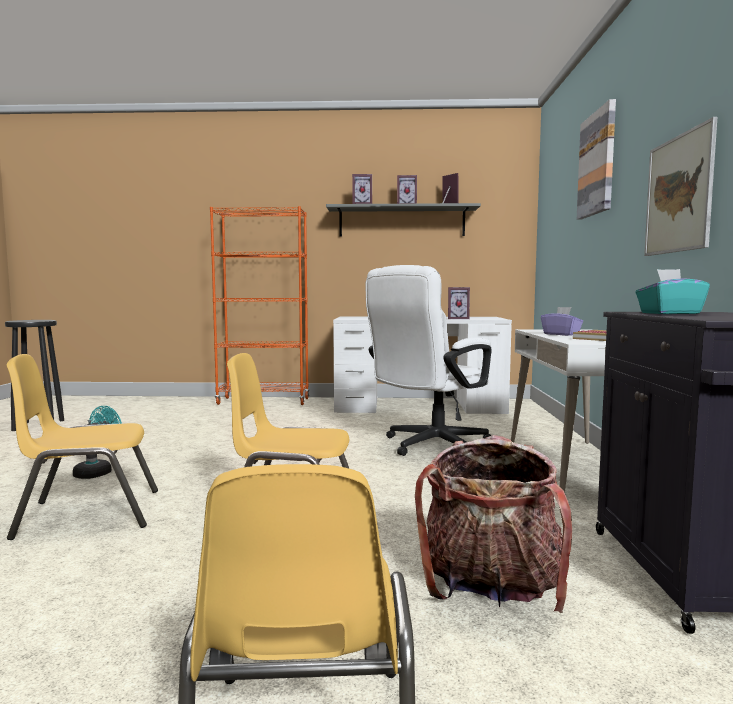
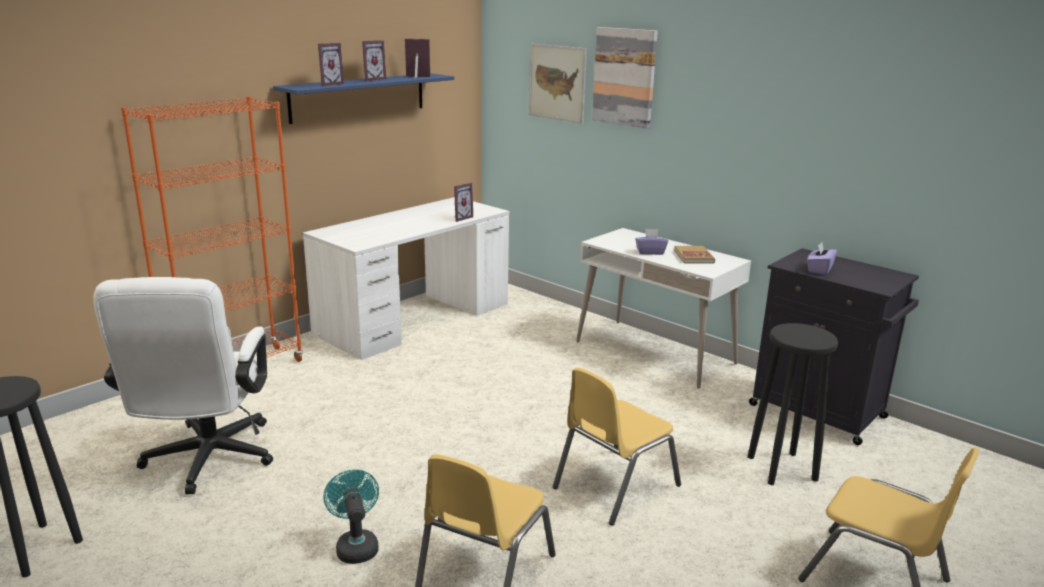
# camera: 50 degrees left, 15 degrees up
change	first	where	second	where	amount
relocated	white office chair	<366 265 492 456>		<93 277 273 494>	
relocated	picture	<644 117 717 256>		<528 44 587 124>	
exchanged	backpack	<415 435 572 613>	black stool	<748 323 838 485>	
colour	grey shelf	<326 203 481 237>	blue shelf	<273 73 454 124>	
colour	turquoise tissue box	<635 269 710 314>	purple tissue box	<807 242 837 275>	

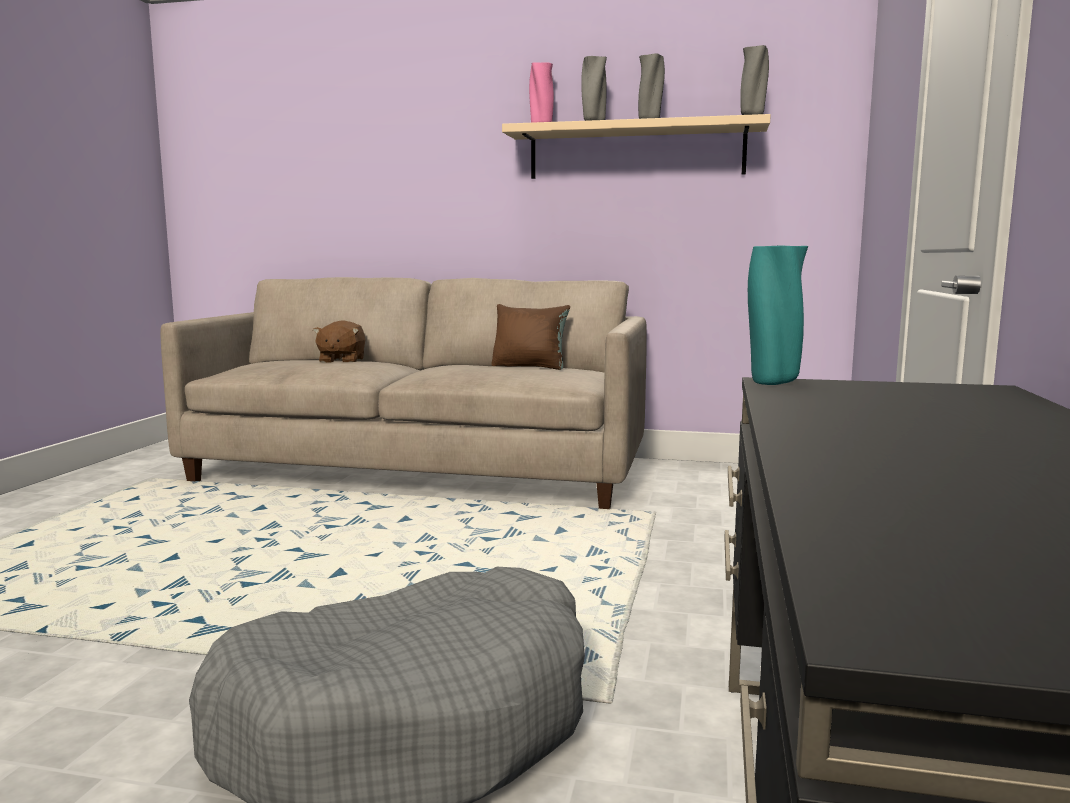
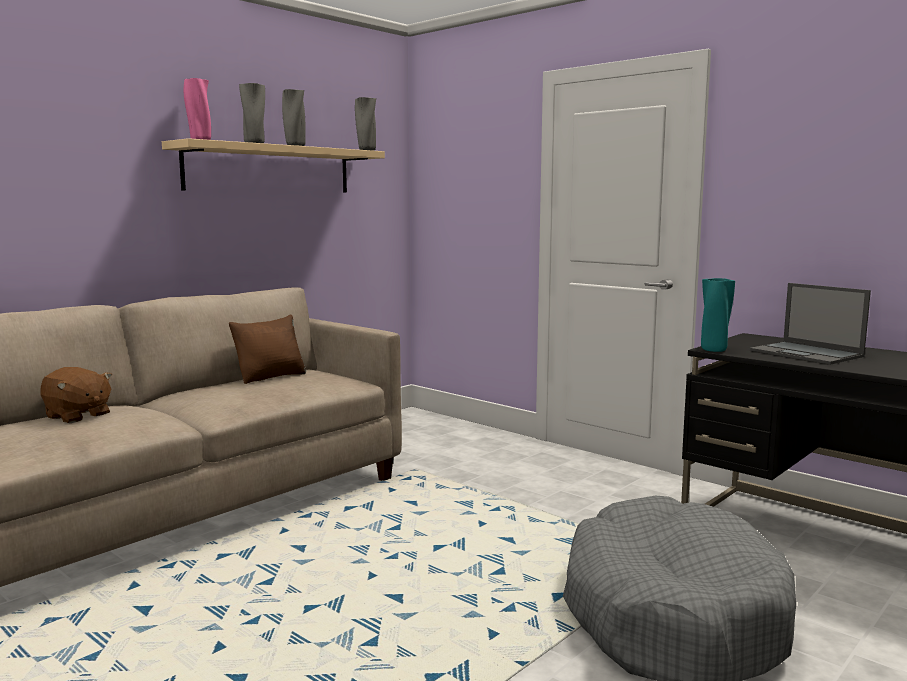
# camera: 60 degrees left, 0 degrees up
change	first	where	second	where	amount
appeared			laptop	<750 283 871 365>	

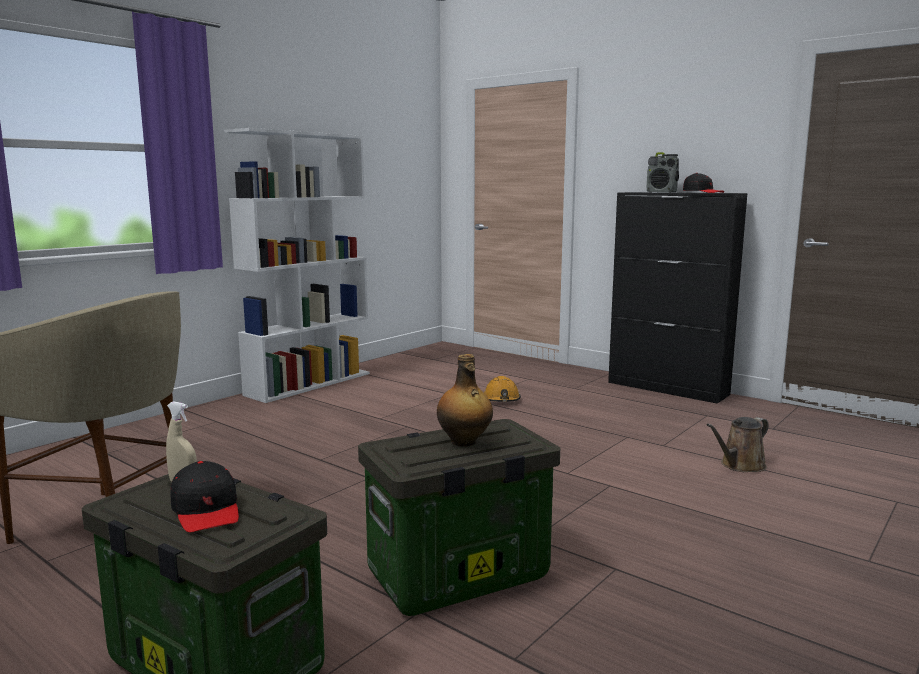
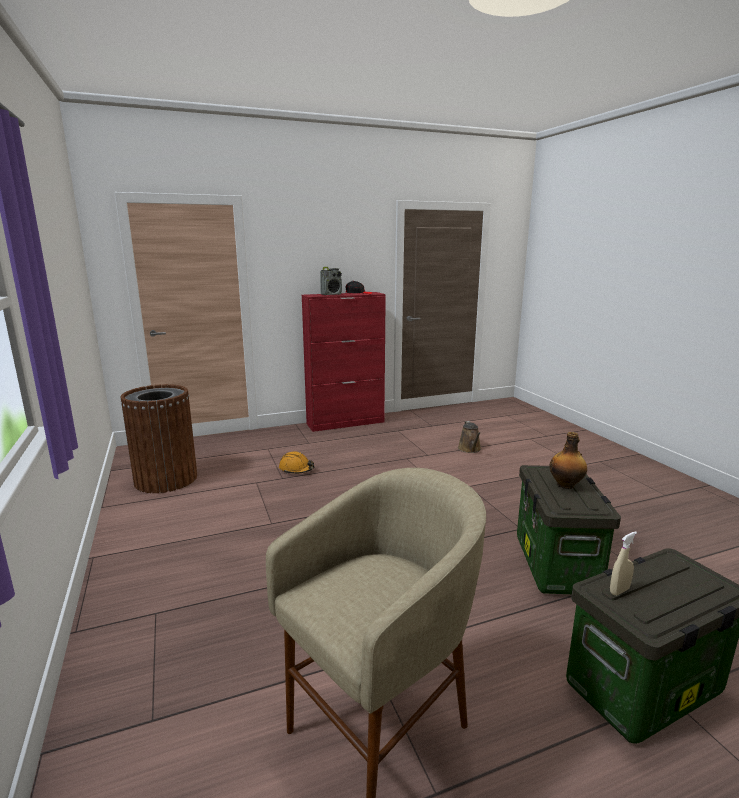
# camera: 60 degrees left, 5 degrees up
change	first	where	second	where	amount
missing	black cap	<170 461 239 532>			
missing	white bookcase	<224 128 370 403>			
appeared			brown trash can	<121 384 197 493>	
colour	black cabinet	<608 192 748 404>	red cabinet	<302 292 386 432>	

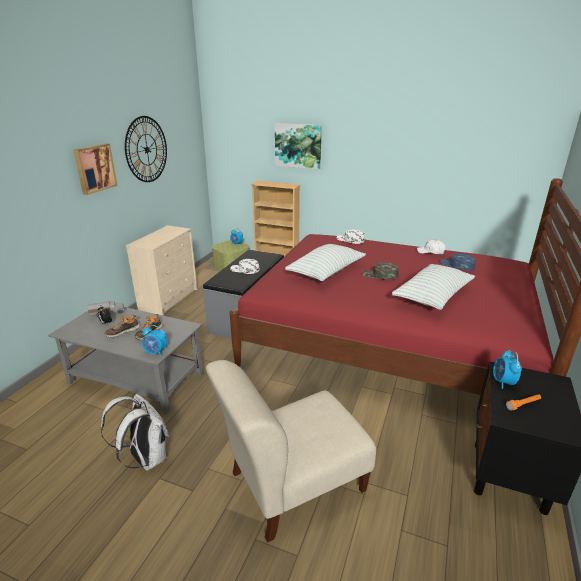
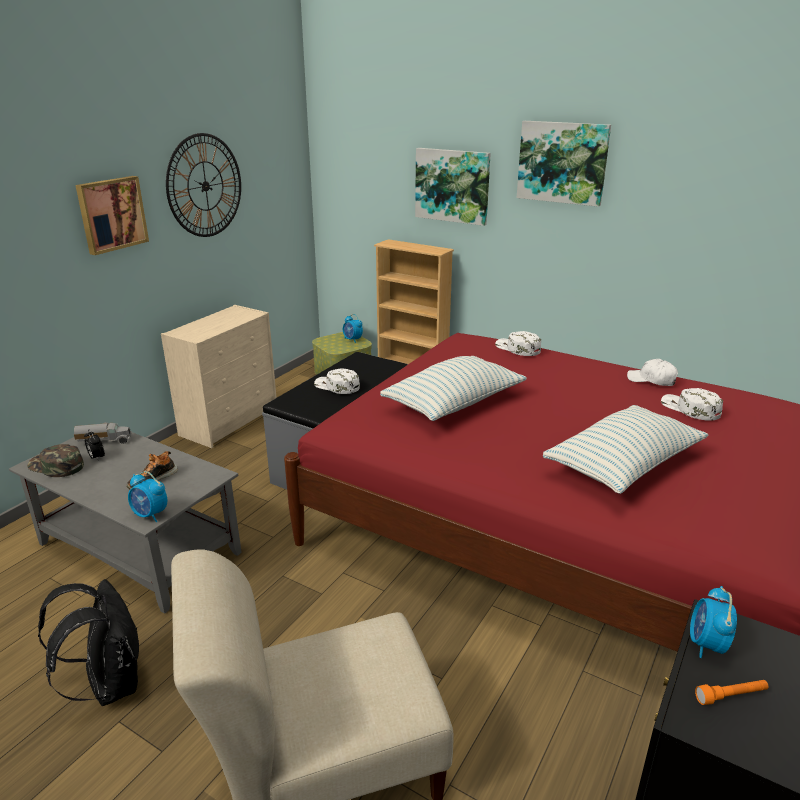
# camera: 10 degrees right, 0 degrees up
change	first	where	second	where	amount
missing	shoe	<104 315 140 337>			
appeared			picture	<517 121 611 207>	
relocated	green cap	<362 262 399 280>		<27 444 84 477>	
colour	white backpack	<101 394 169 471>	black backpack	<38 579 139 706>	
colour	blue cap	<440 253 475 270>	white cap	<661 388 723 421>	

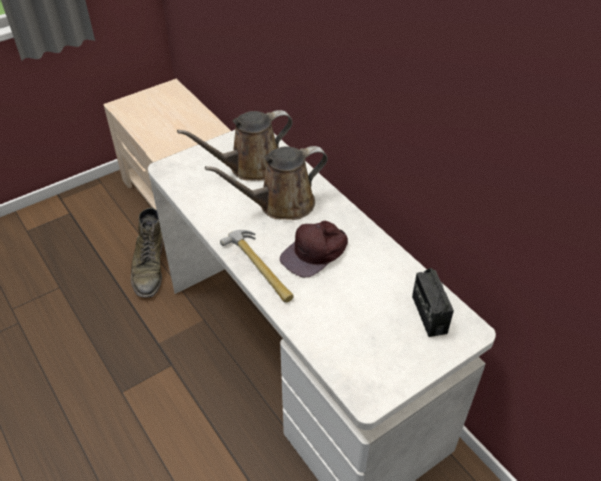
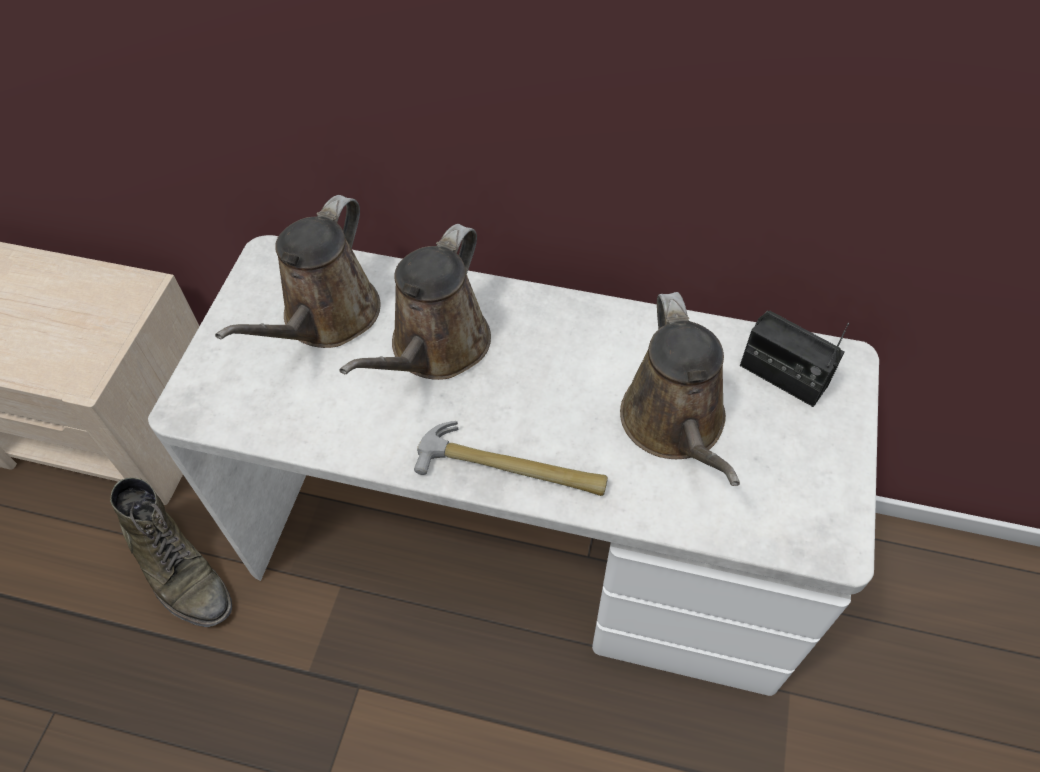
# camera: 40 degrees left, 10 degrees up
change	first	where	second	where	amount
missing	brown cap	<280 221 348 277>			
appeared			brown watering can	<620 292 740 486>	

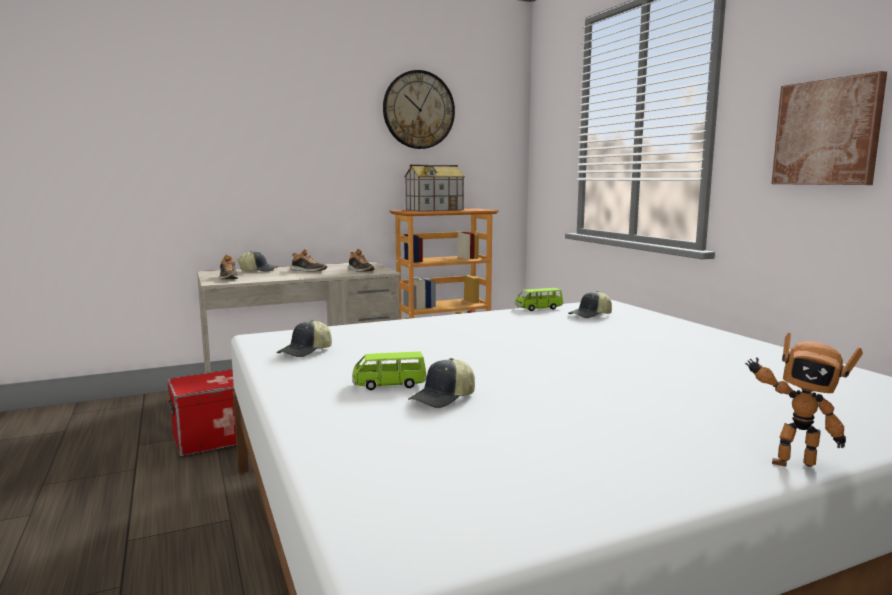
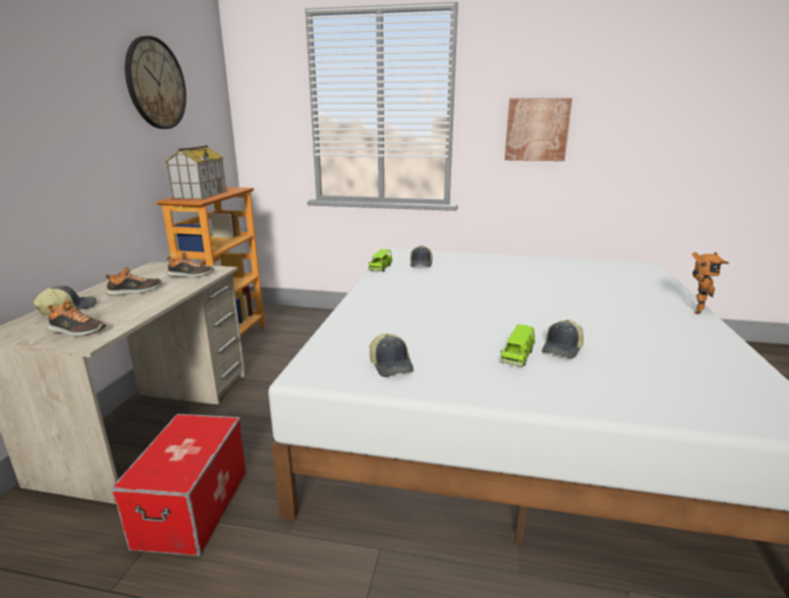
# camera: 55 degrees left, 10 degrees up
change	first	where	second	where	amount
spun	cap	<408 358 475 408>		<542 320 584 359>	45 degrees clockwise

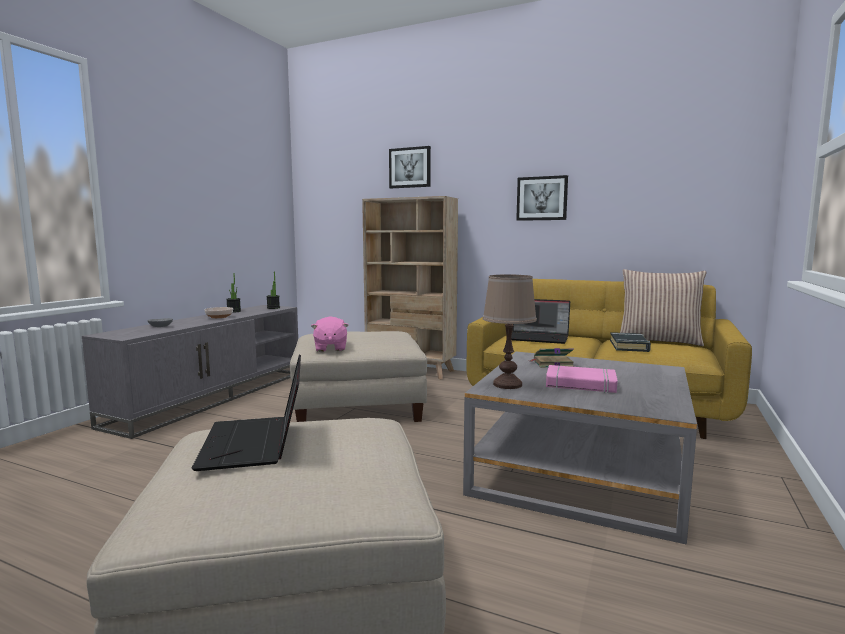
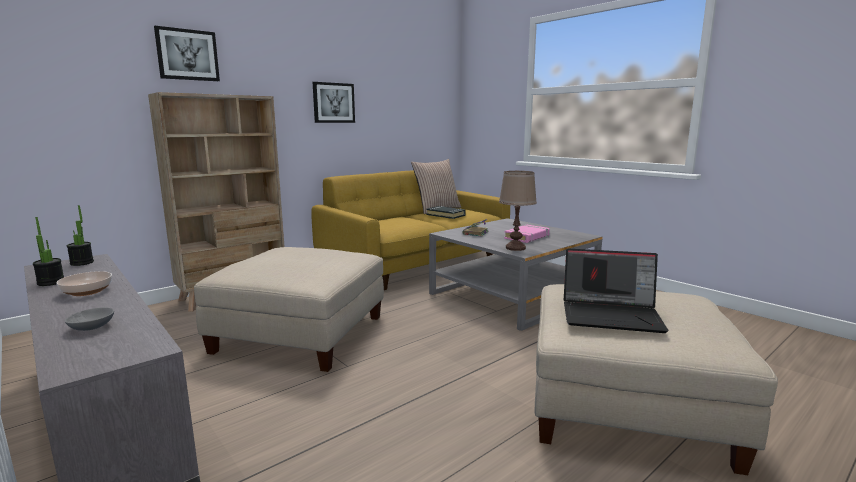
# camera: 65 degrees left, 5 degrees up
change	first	where	second	where	amount
missing	pink plush toy	<311 316 349 352>			
missing	laptop	<511 299 570 344>			

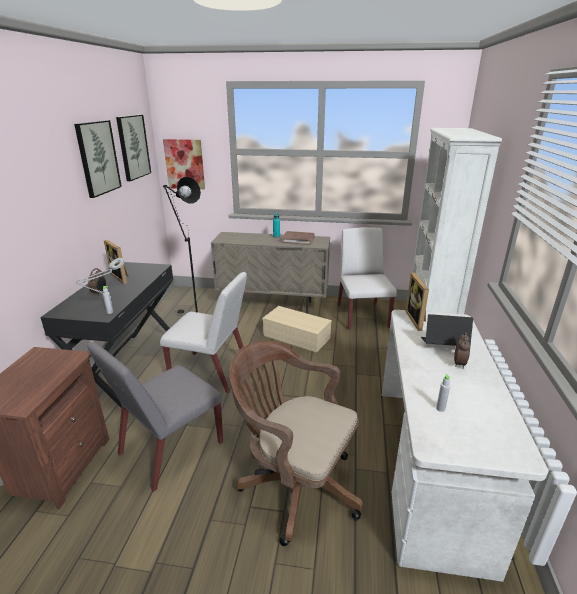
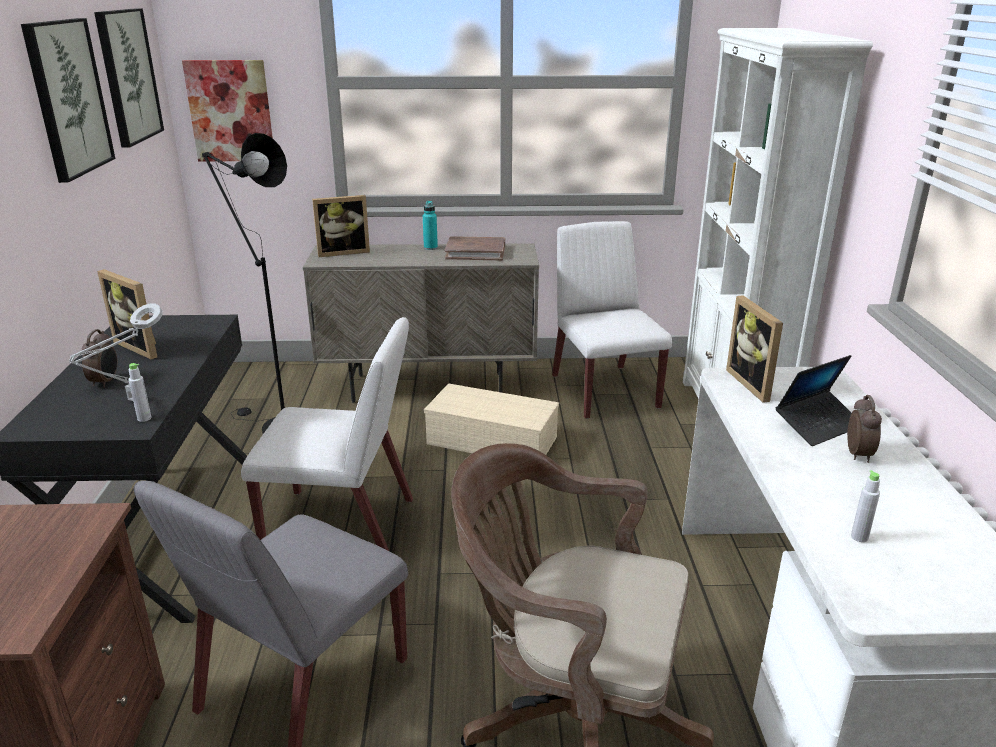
# camera: 10 degrees left, 0 degrees up
change	first	where	second	where	amount
appeared			picture frame	<312 195 370 257>	
spun	laptop	<421 314 473 346>		<776 355 851 446>	150 degrees clockwise

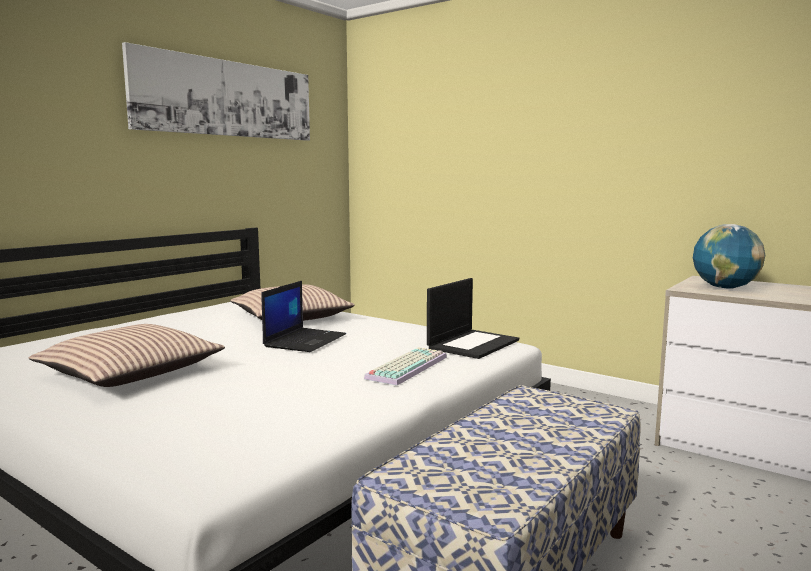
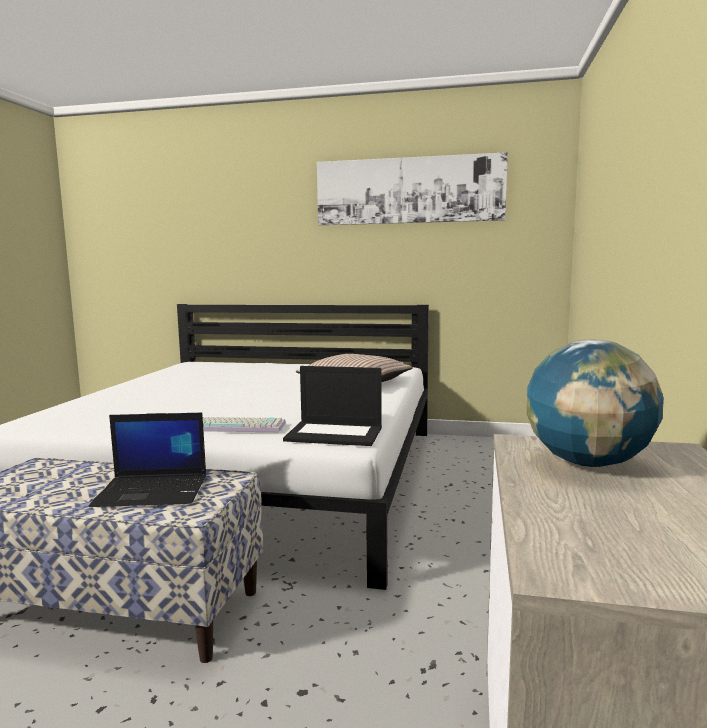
# camera: 65 degrees right, 0 degrees up
change	first	where	second	where	amount
missing	pillow	<29 324 225 387>			
relocated	laptop	<262 281 346 352>		<89 413 206 507>	

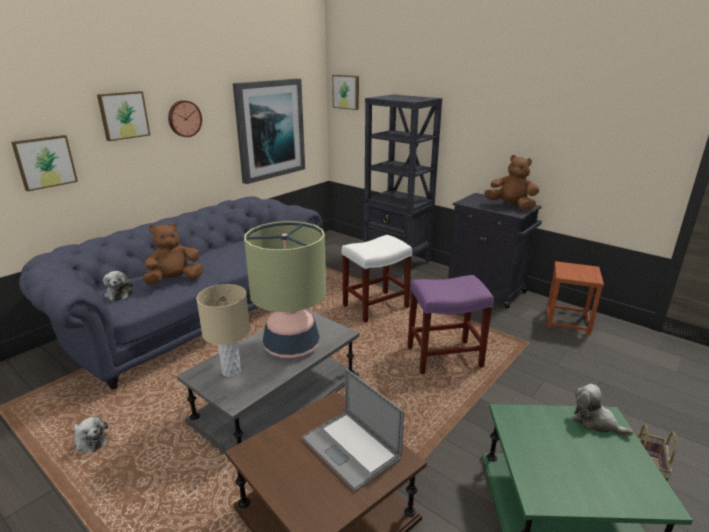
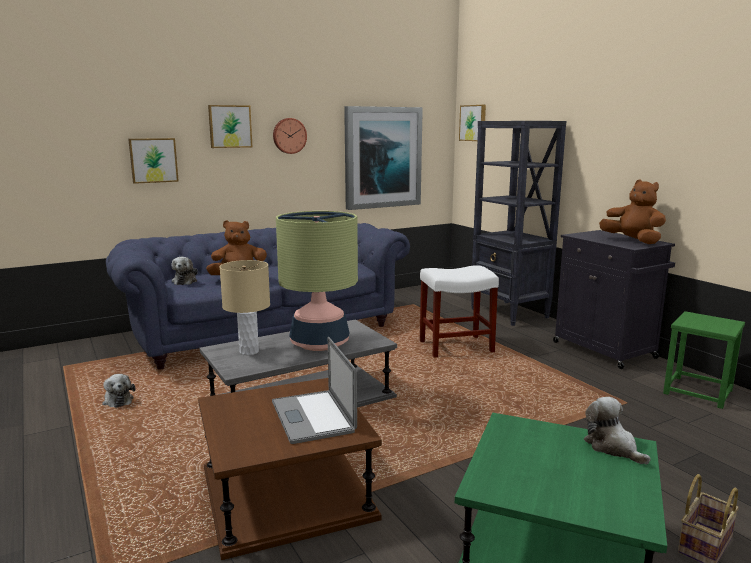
# camera: 20 degrees right, 10 degrees down
change	first	where	second	where	amount
missing	purple stool	<407 275 494 374>			
colour	brown stool	<547 261 604 335>	green stool	<663 311 745 409>	

